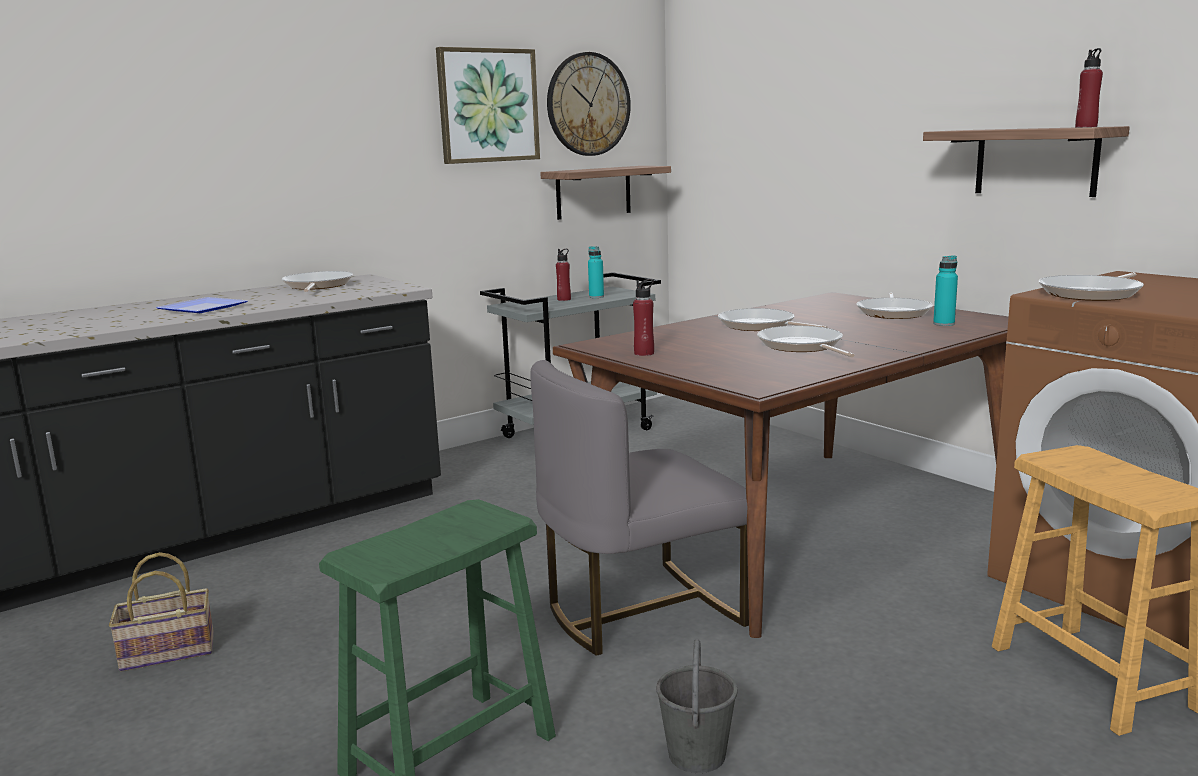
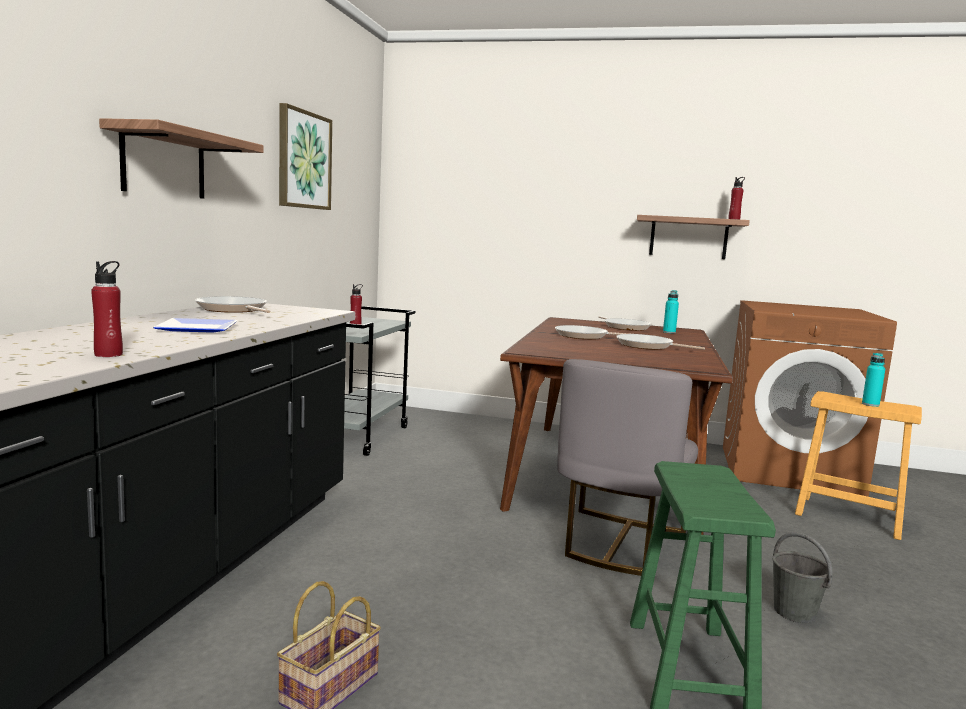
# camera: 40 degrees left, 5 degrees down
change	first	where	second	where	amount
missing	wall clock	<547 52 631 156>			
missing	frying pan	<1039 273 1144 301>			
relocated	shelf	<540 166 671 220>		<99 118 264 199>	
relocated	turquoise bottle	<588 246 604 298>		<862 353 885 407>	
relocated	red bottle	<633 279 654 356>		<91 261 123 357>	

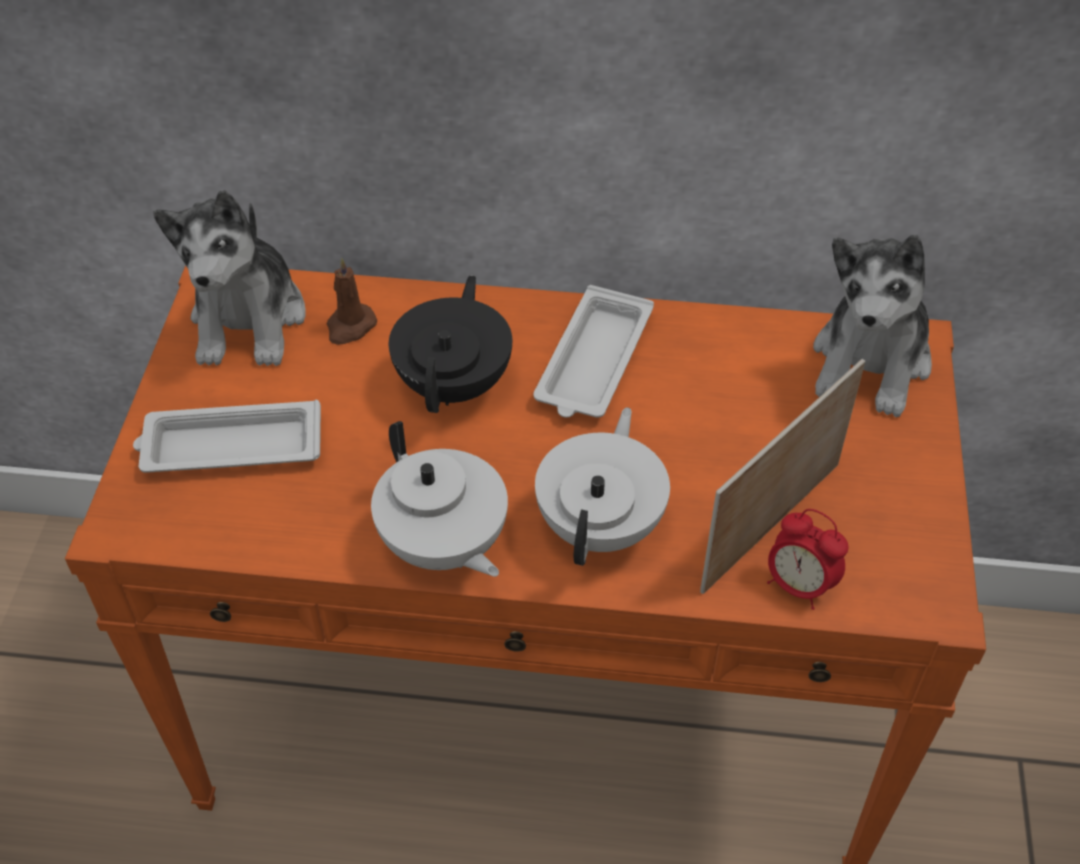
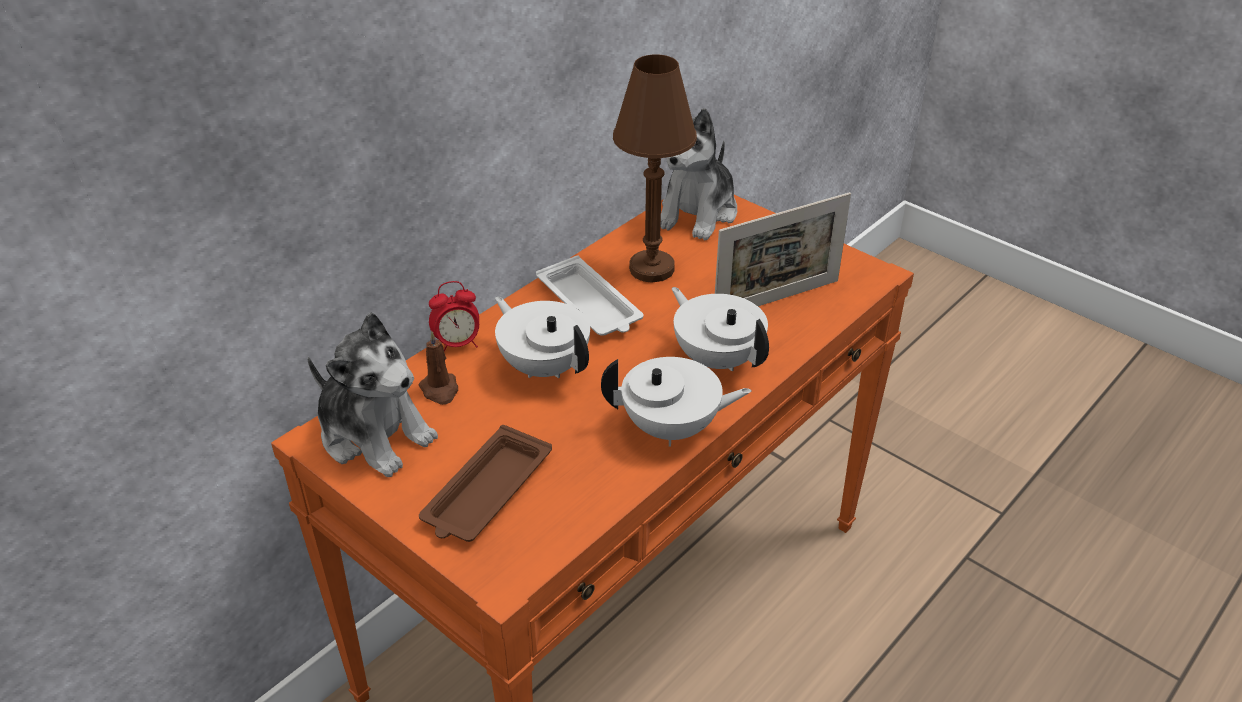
# camera: 55 degrees left, 10 degrees down
change	first	where	second	where	amount
appeared			brown table lamp	<613 54 697 283>	
relocated	alarm clock	<767 509 849 610>		<429 281 479 351>	
colour	white tray	<133 400 321 473>	brown tray	<419 425 552 542>	
colour	black teapot	<389 275 512 413>	white teapot	<495 296 590 378>	
spun	picture frame	<700 359 865 594>		<715 192 851 306>	105 degrees counterclockwise
spun	plush toy	<813 235 932 417>		<661 108 737 240>	60 degrees clockwise

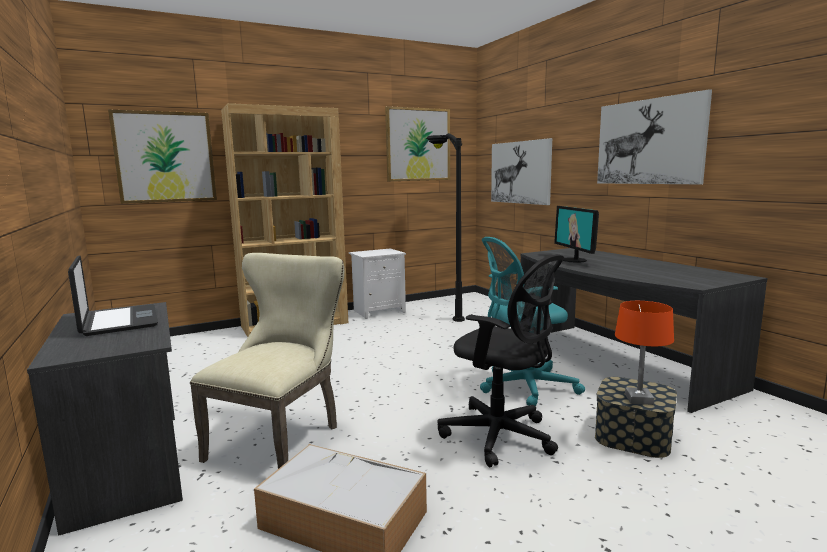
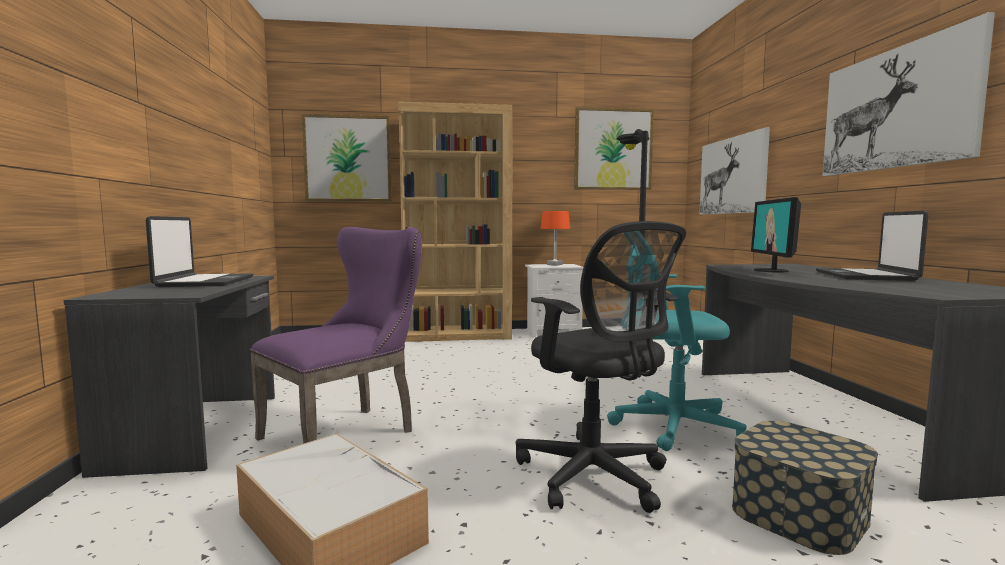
# camera: 20 degrees right, 5 degrees down
change	first	where	second	where	amount
appeared			laptop	<816 211 929 281>	
relocated	orange table lamp	<615 301 674 405>		<541 211 570 266>	
colour	beige chair	<190 253 344 469>	purple chair	<250 227 422 444>	

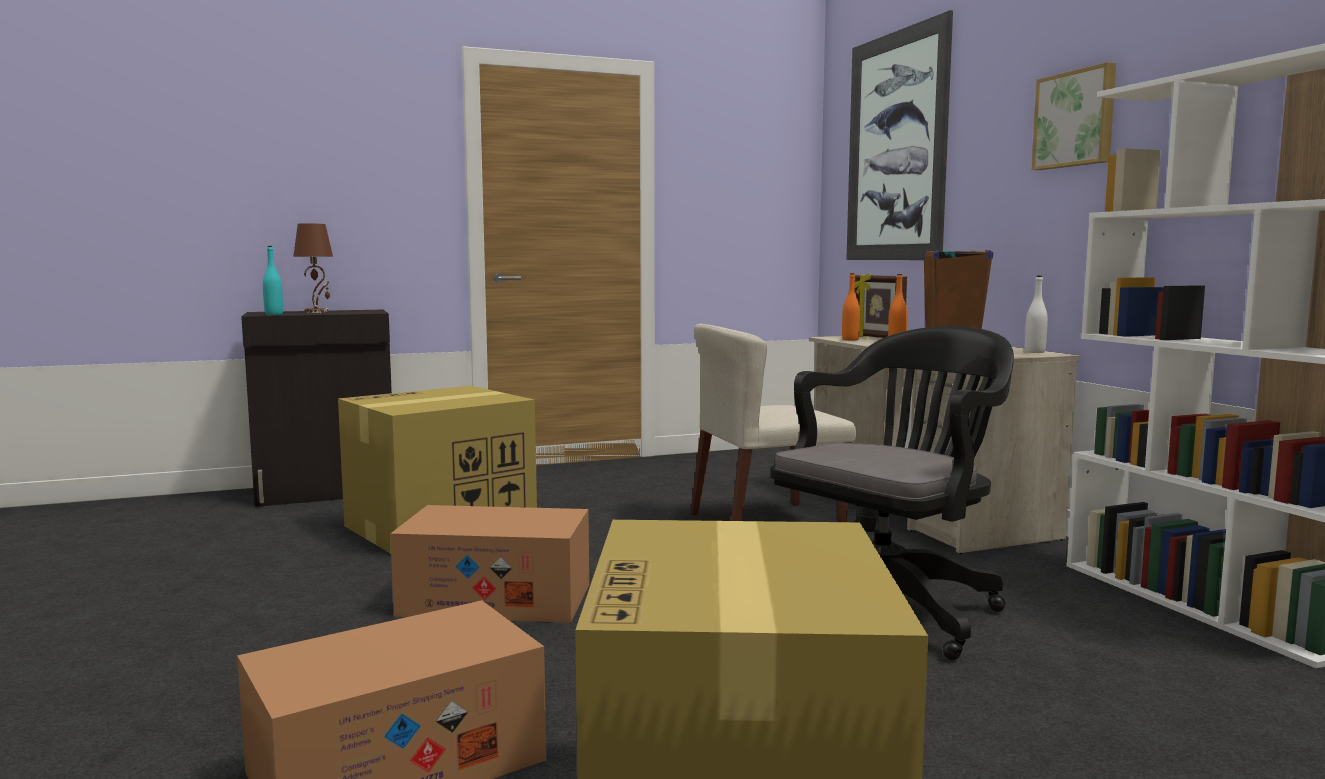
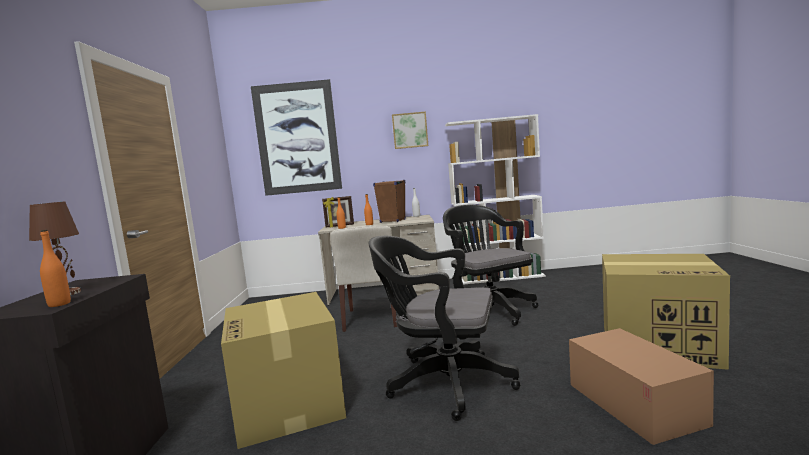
# camera: 70 degrees left, 0 degrees up
change	first	where	second	where	amount
exchanged	cardboard box	<390 505 589 623>	black office chair	<368 236 521 421>	
colour	turquoise bottle	<263 246 283 315>	orange bottle	<40 230 71 307>	

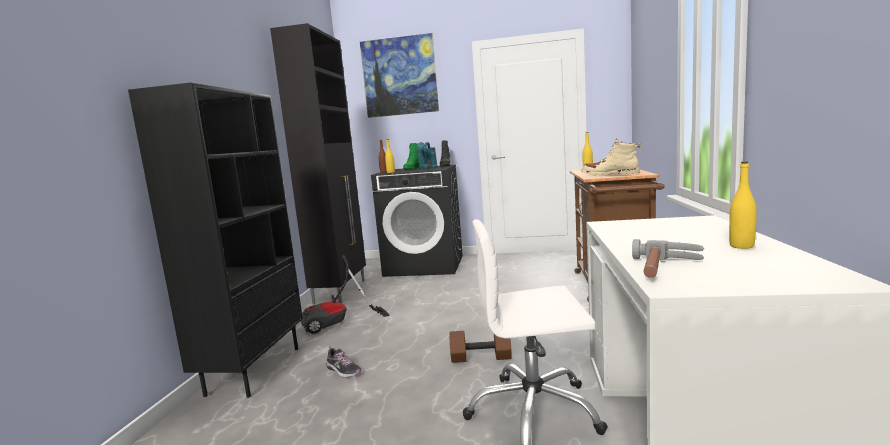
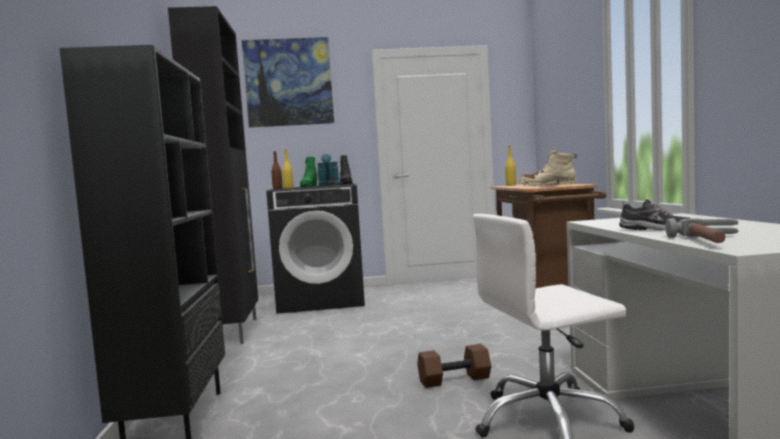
# camera: 15 degrees left, 5 degrees down
change	first	where	second	where	amount
missing	vacuum cleaner	<301 255 390 334>			
missing	yellow bottle	<729 162 757 249>			
relocated	shoe	<326 346 362 377>		<619 199 692 230>	

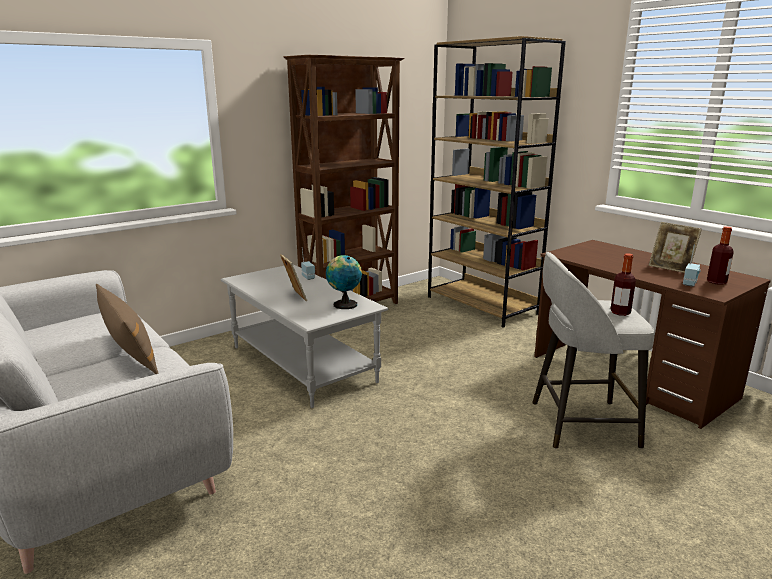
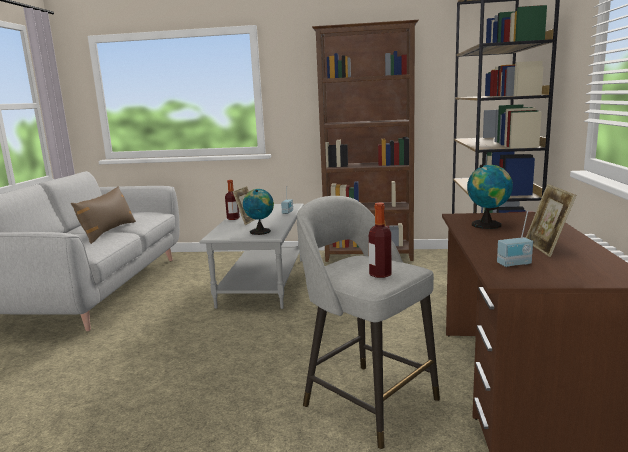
# camera: 45 degrees right, 5 degrees down
change	first	where	second	where	amount
appeared			globe	<467 165 513 229>	
relocated	bottle	<707 226 734 285>		<225 180 240 220>	

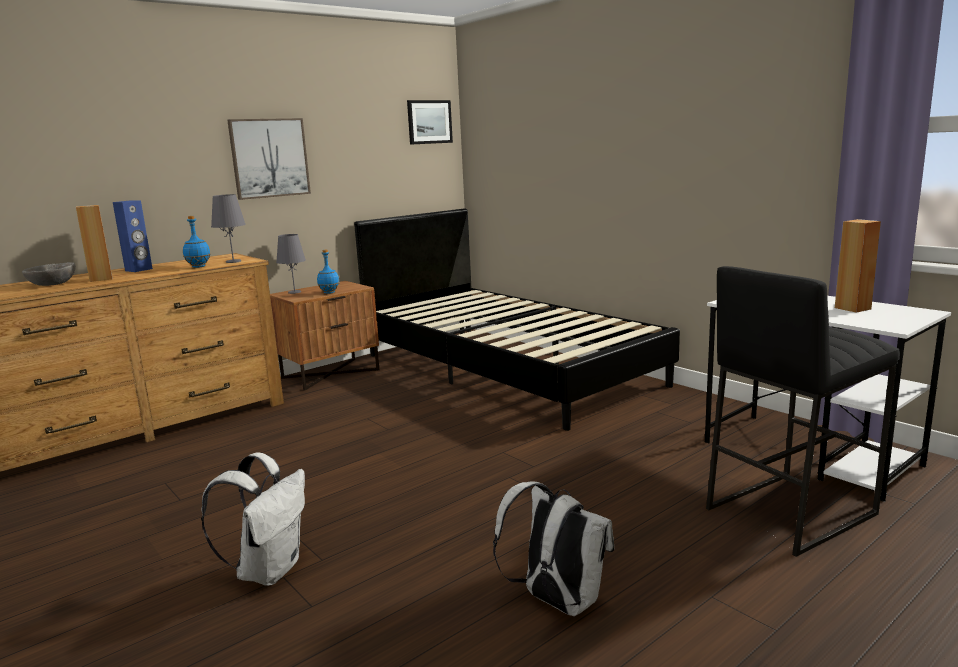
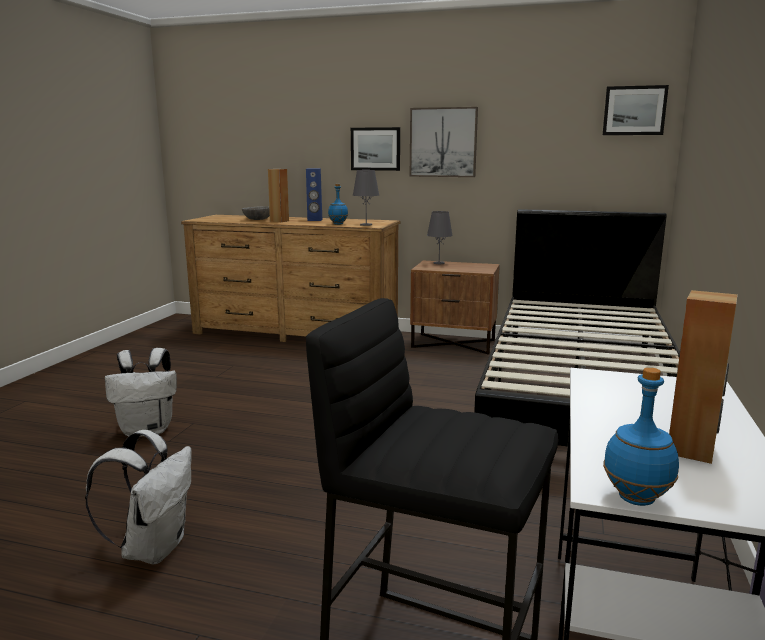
# camera: 55 degrees right, 0 degrees up
change	first	where	second	where	amount
appeared			picture	<351 127 400 171>	
relocated	blue bottle	<317 249 339 294>		<603 367 679 506>	

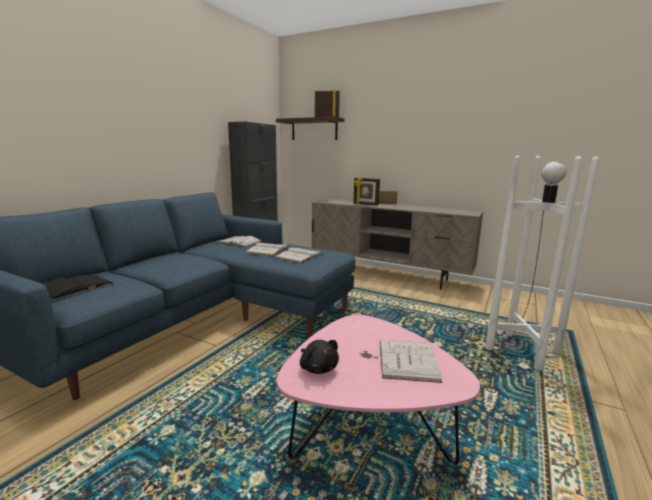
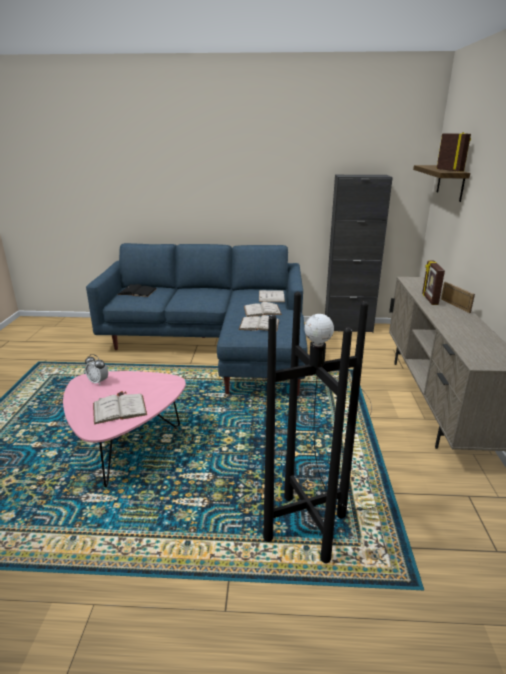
# camera: 65 degrees right, 10 degrees up
change	first	where	second	where	amount
exchanged	black plush toy	<300 340 339 374>	alarm clock	<85 354 108 385>	
colour	white floor lamp	<357 155 599 371>	black floor lamp	<263 292 383 563>	

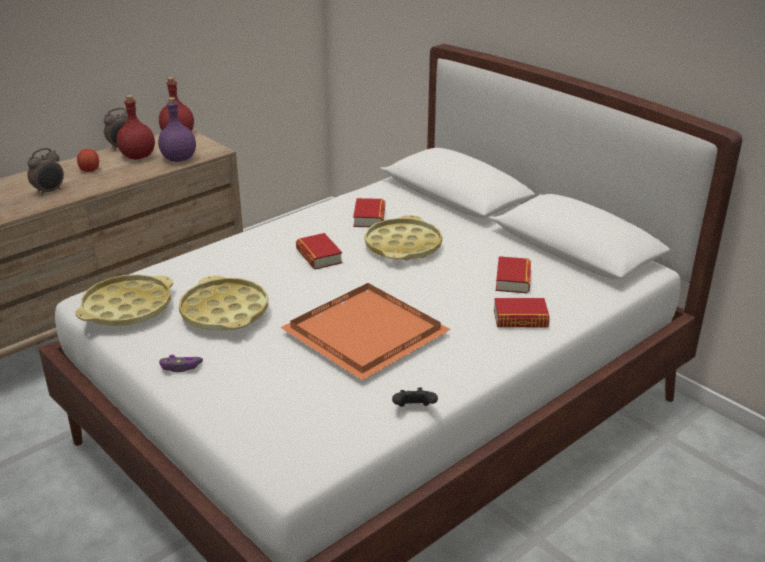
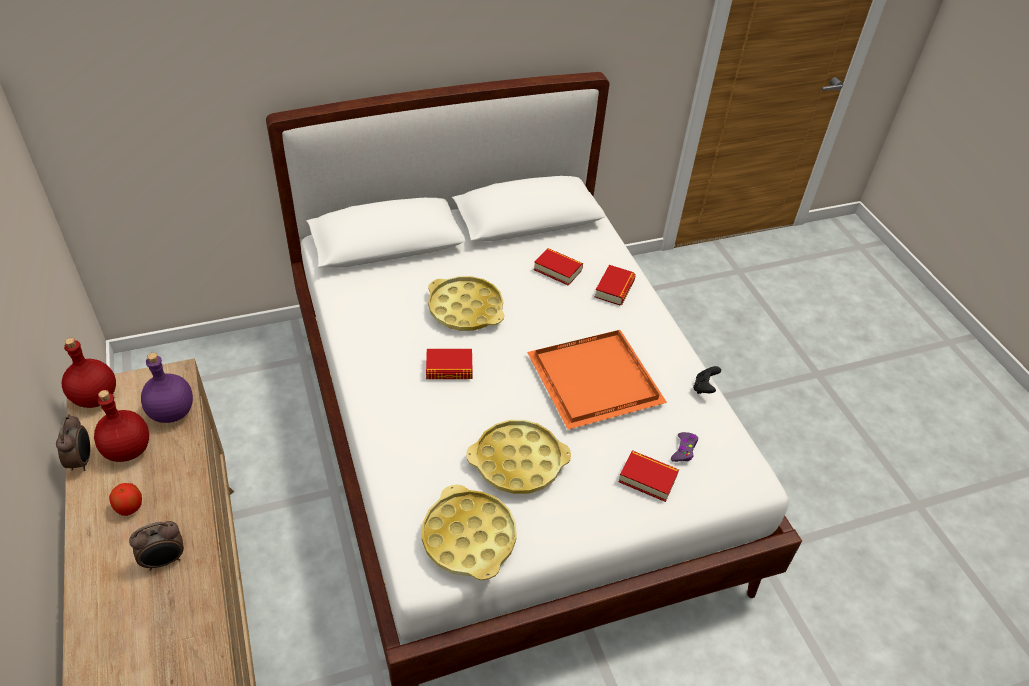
# camera: 70 degrees left, 15 degrees up
change	first	where	second	where	amount
relocated	purple game controller	<159 355 203 372>		<671 432 698 462>	
relocated	book	<353 198 385 227>		<618 450 679 502>	
spun	alarm clock	<27 148 64 196>		<129 521 184 571>	90 degrees clockwise

